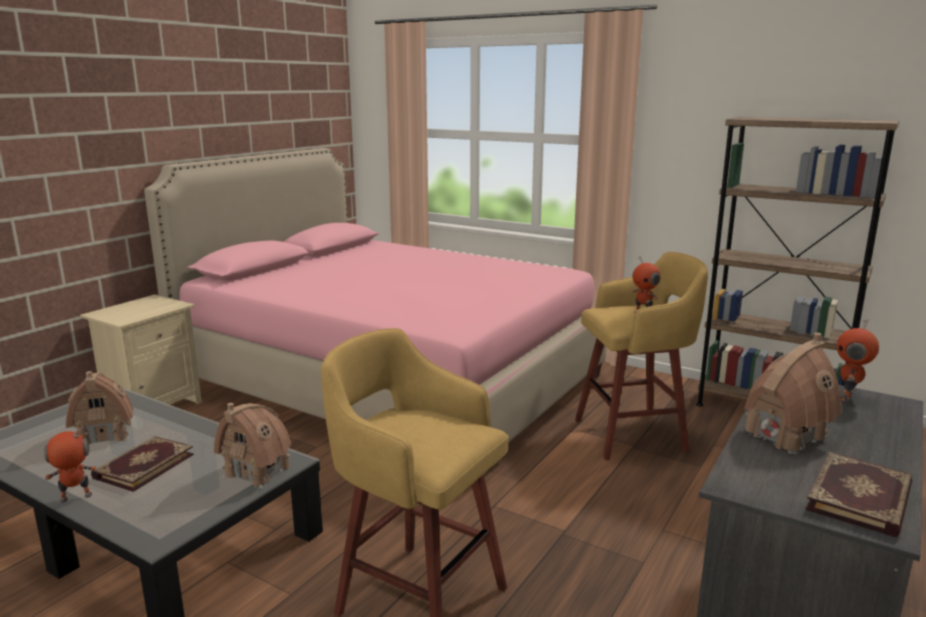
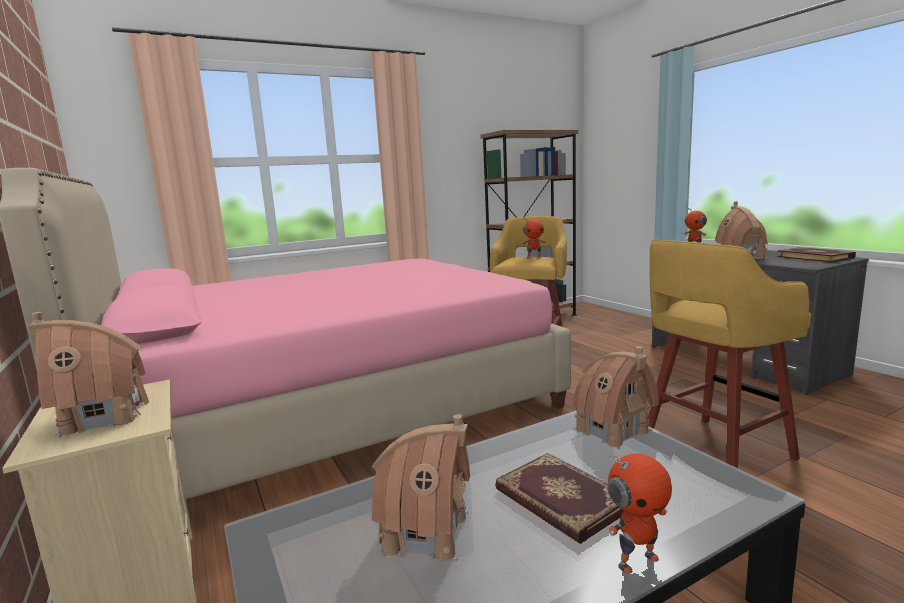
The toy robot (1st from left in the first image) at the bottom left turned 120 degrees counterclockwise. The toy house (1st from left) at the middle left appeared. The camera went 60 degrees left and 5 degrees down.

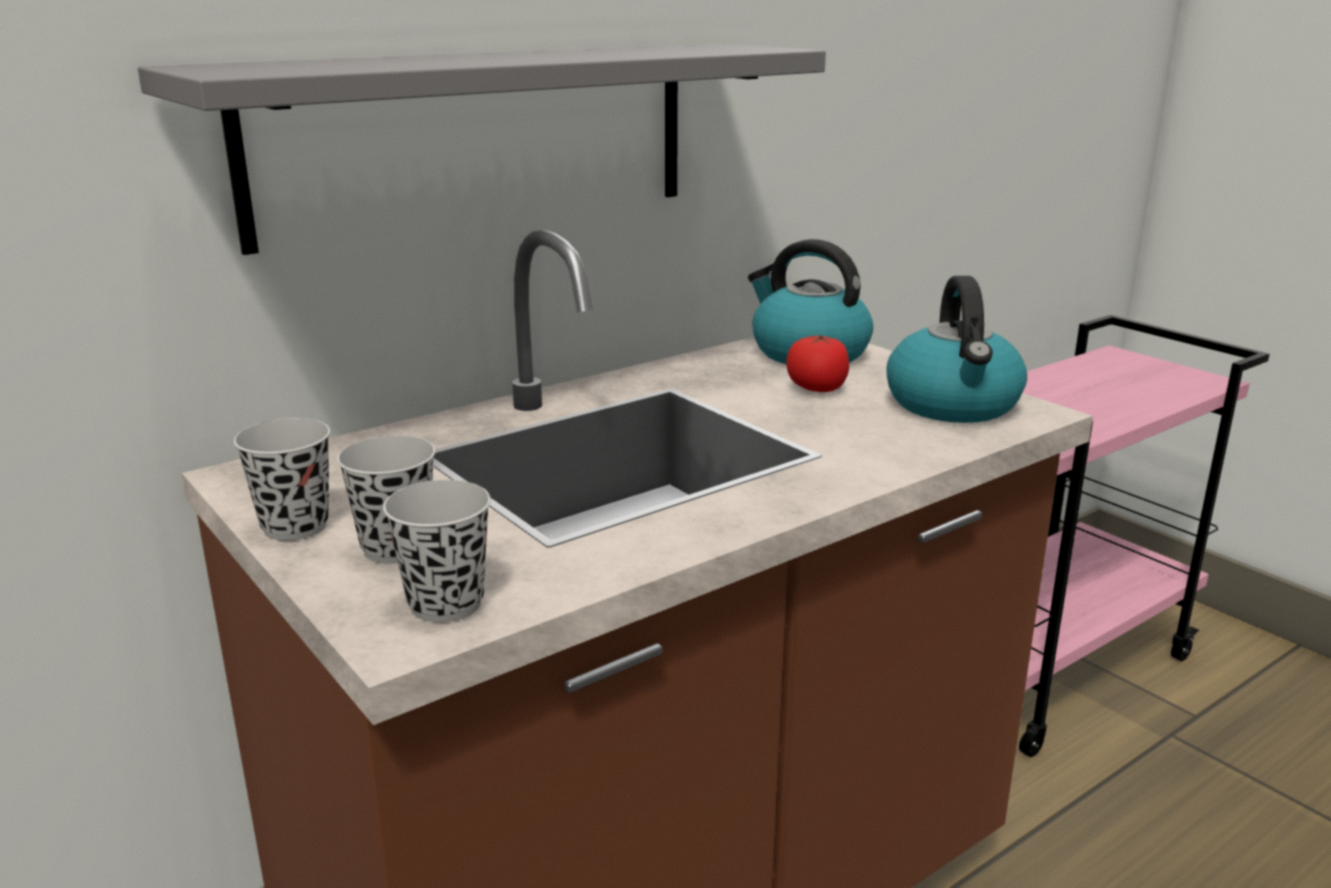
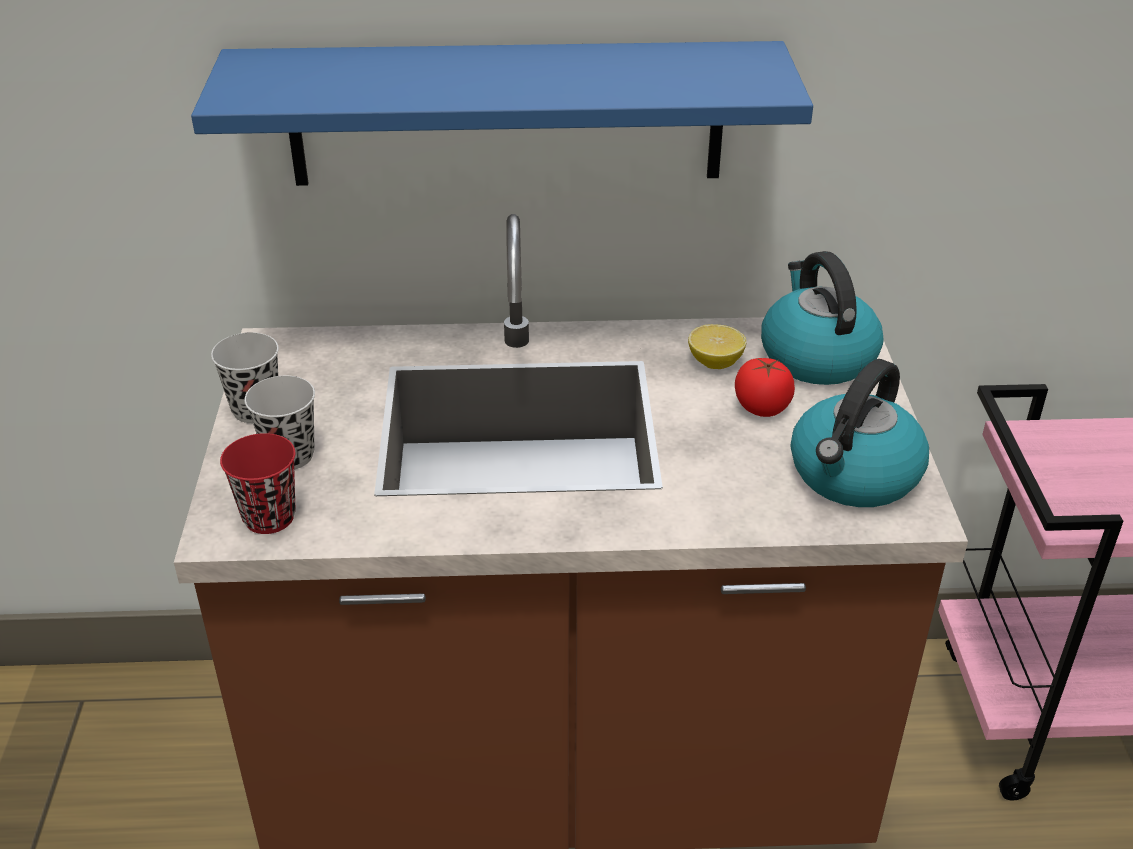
The grey shelf at the top centre became the blue shelf at the top centre. The black cup (3rd from left) at the middle left became the red cup at the middle left. The lemon at the centre appeared. The camera went 35 degrees right and 15 degrees up.

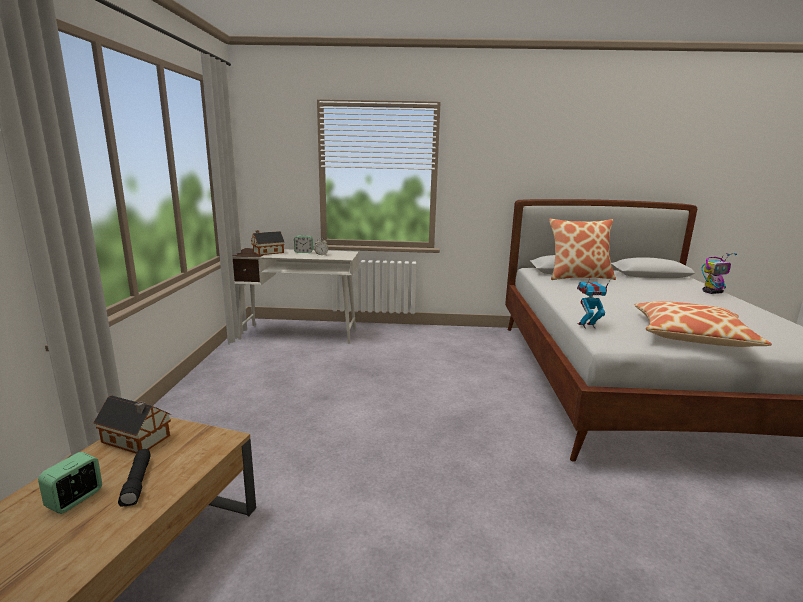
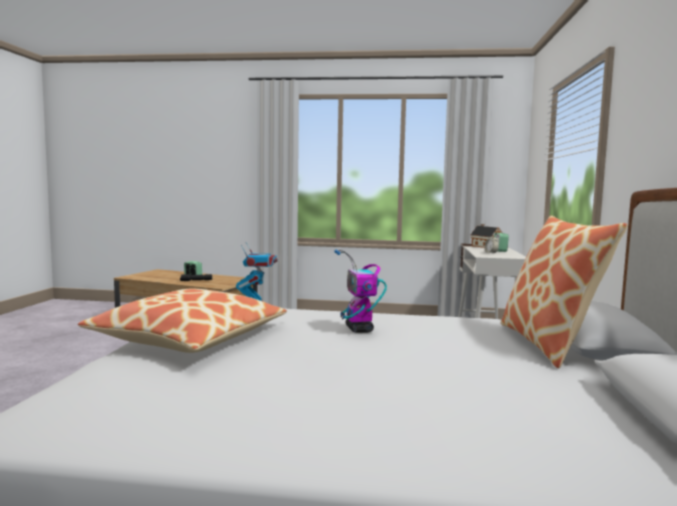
The toy robot (2nd from left) moved from the middle right to the centre. The toy house (1st from left) at the bottom left disappeared. The camera went 95 degrees right and 10 degrees down.

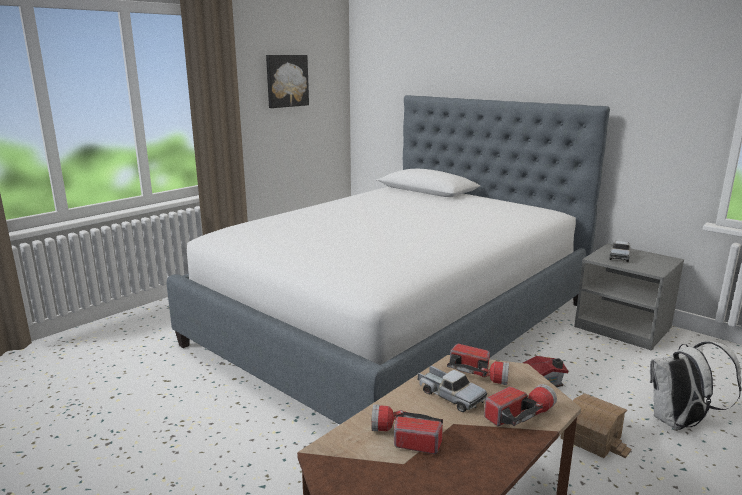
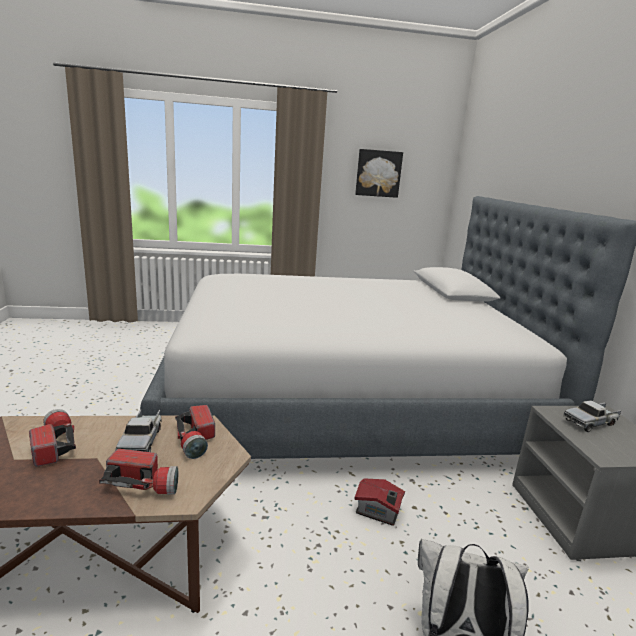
The toy house (2nd from left) at the bottom right disappeared. The camera went 40 degrees right and 0 degrees up.

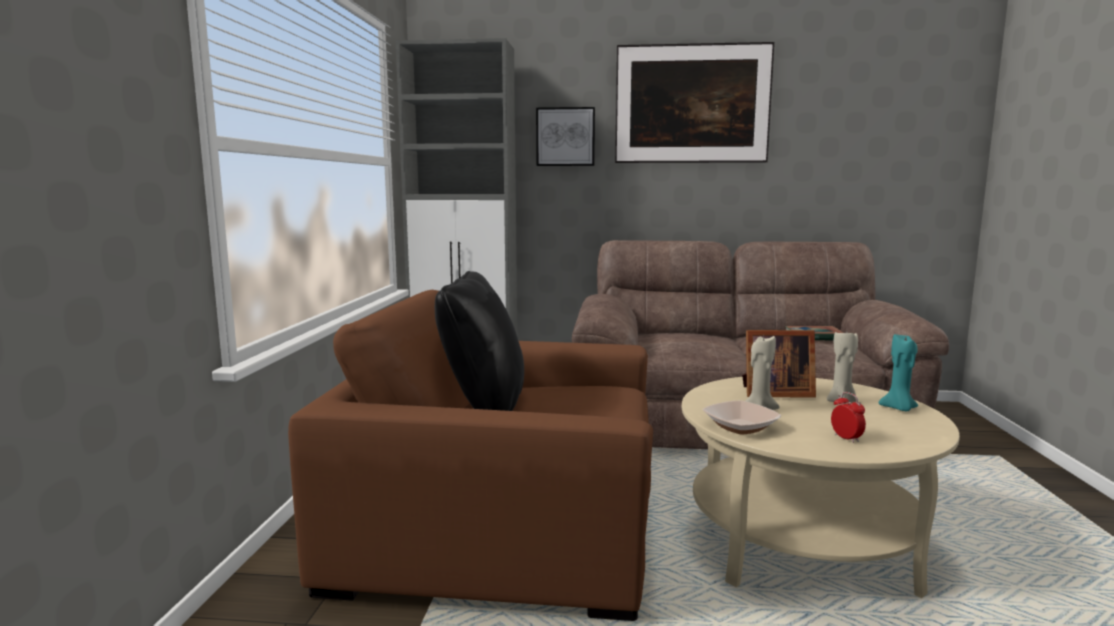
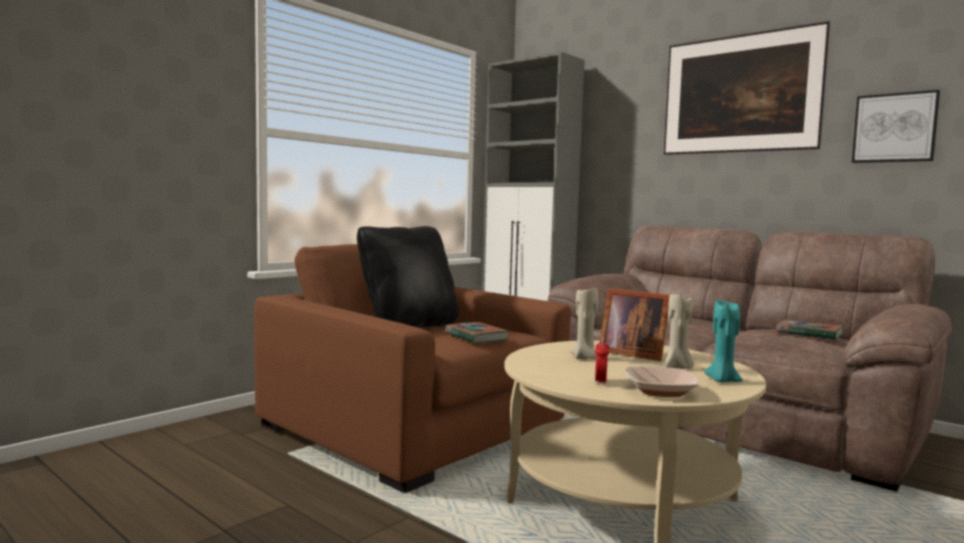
The picture (1st from left in the first image) moved from the top centre to the top right. The bowl moved from the centre to the bottom right. The book (1st from left) at the centre appeared. The camera went 35 degrees right and 5 degrees down.

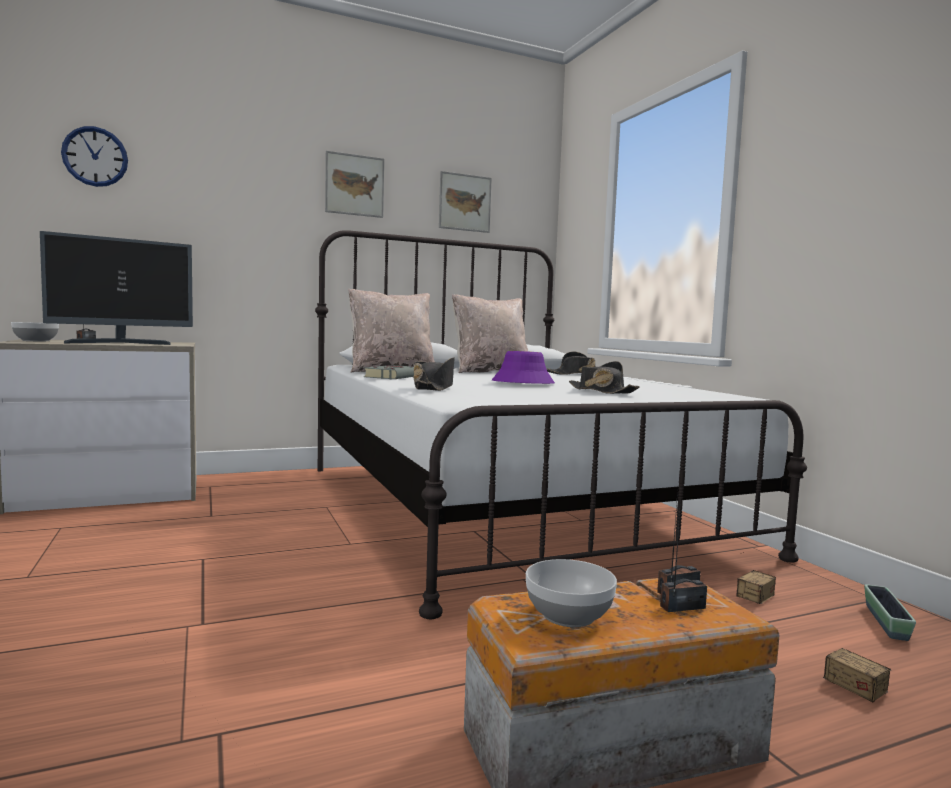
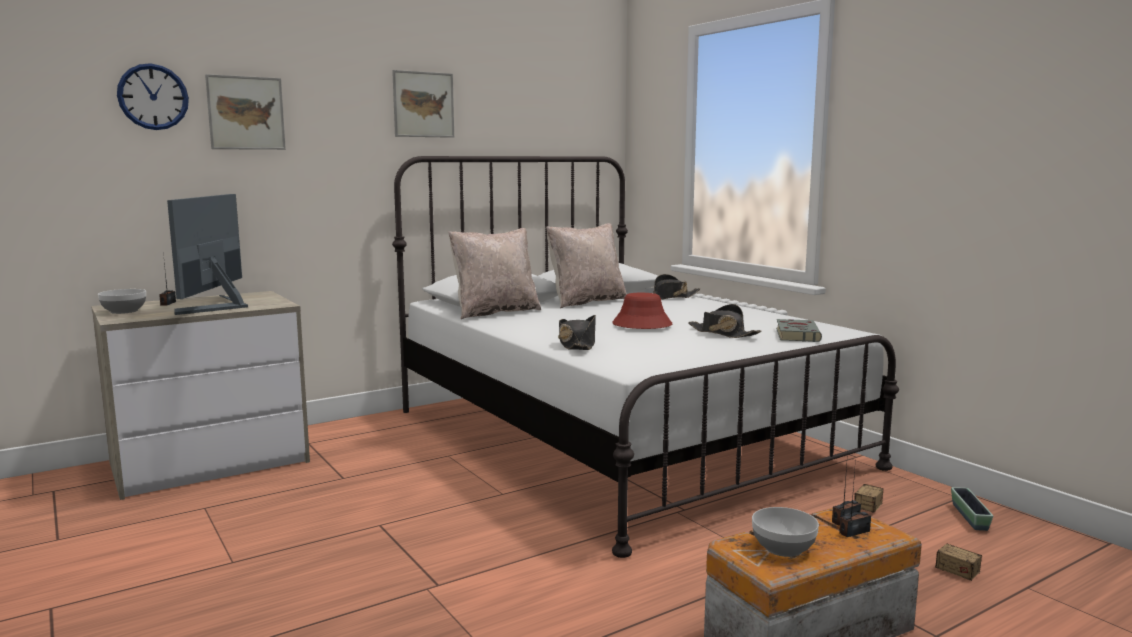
The picture (2nd from left in the first image) moved from the top centre to the top left. The monitor at the middle left turned 135 degrees clockwise. The purple hat at the centre became the red hat at the centre. The grey book moved from the centre to the middle right. The camera went 10 degrees left and 5 degrees up.

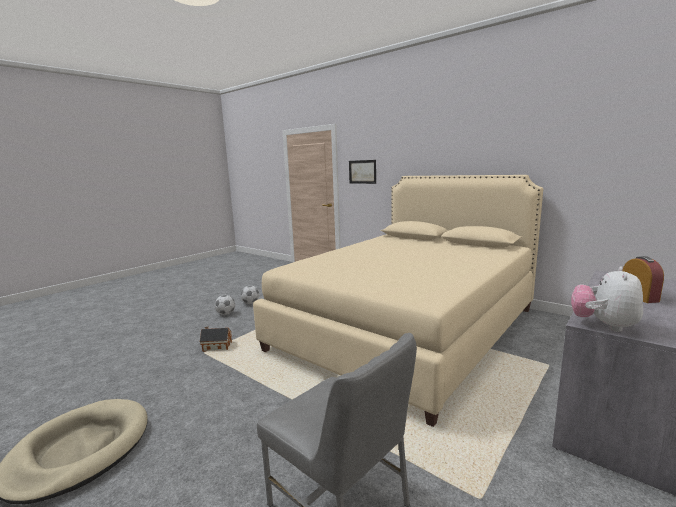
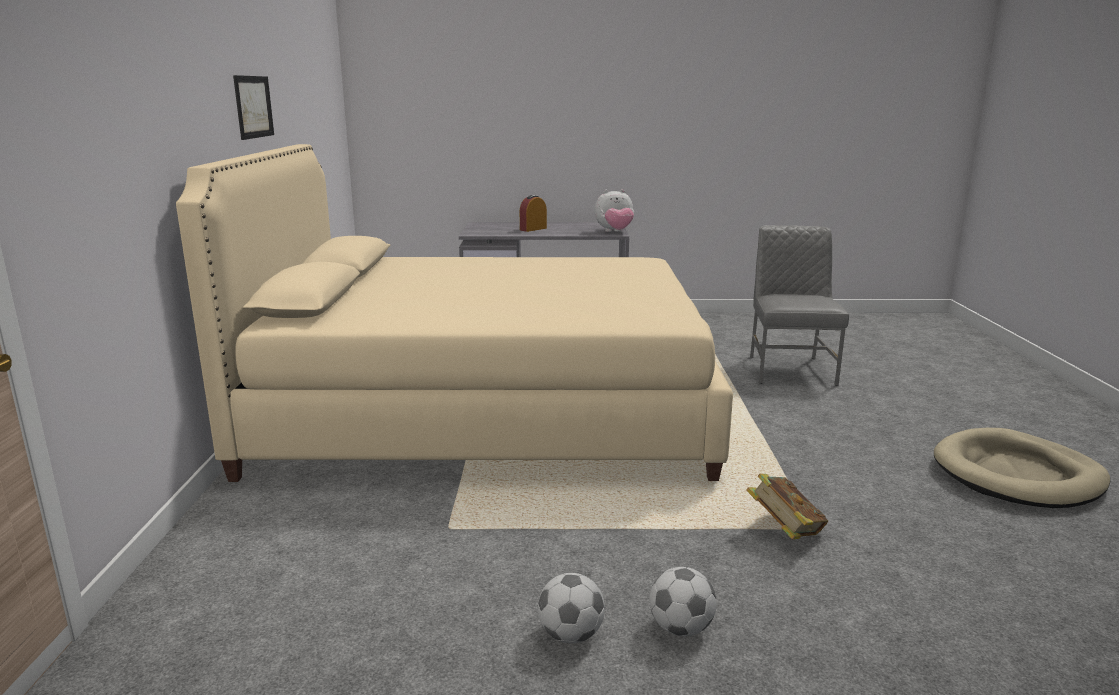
The picture moved from the centre to the top left. The toy house at the bottom left was replaced by the book at the bottom right. The camera went 130 degrees left and 5 degrees up.

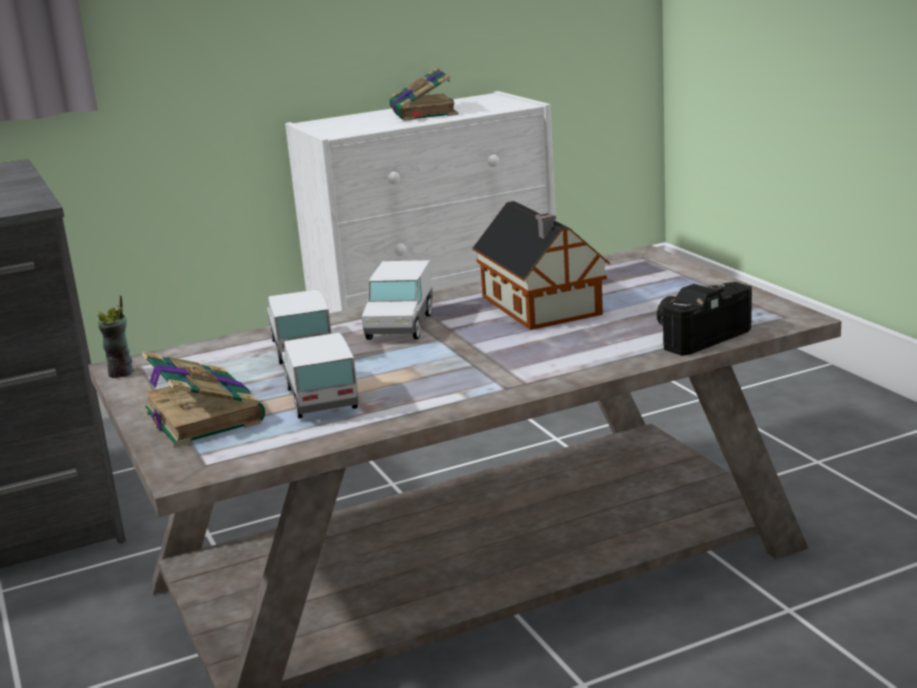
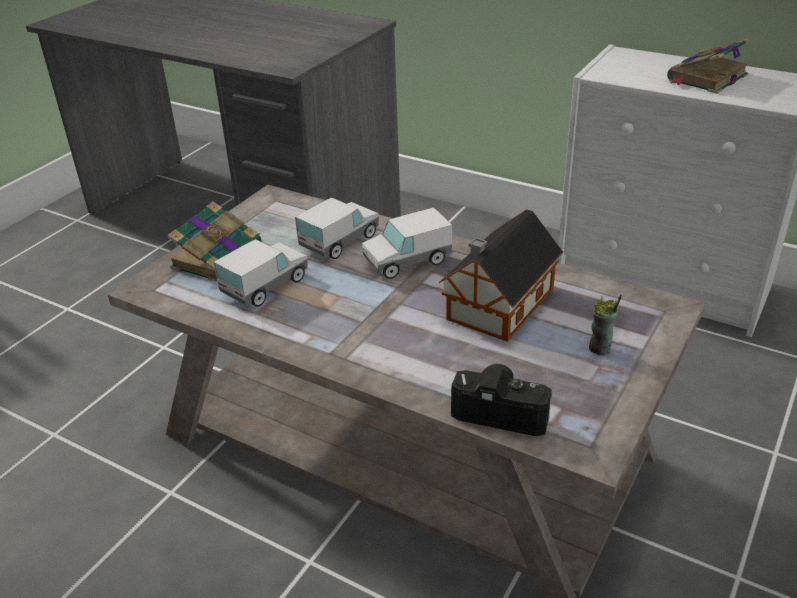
The cup moved from the middle left to the middle right. The camera went 55 degrees right and 15 degrees up.

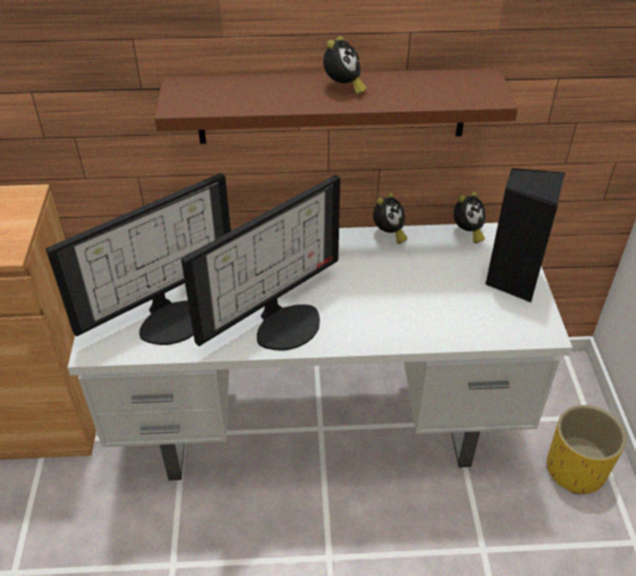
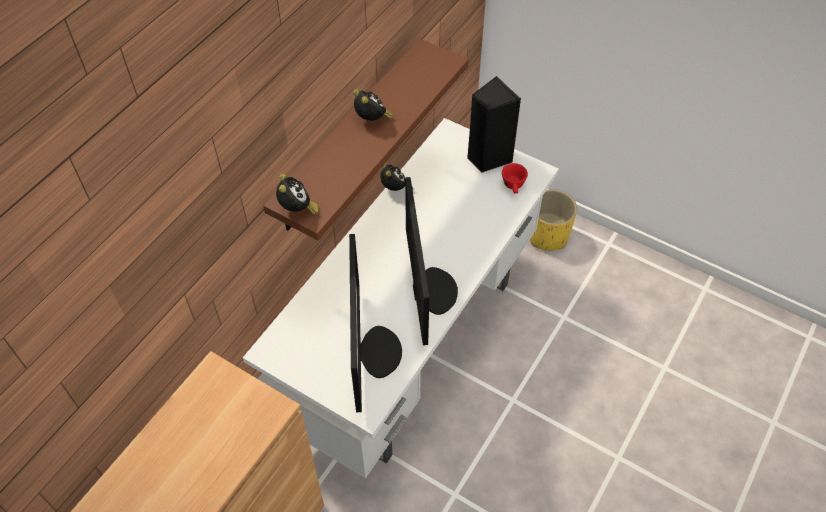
The alarm clock (3rd from left in the first image) moved from the middle right to the centre. The red cup at the centre appeared. The camera went 55 degrees left and 10 degrees up.

